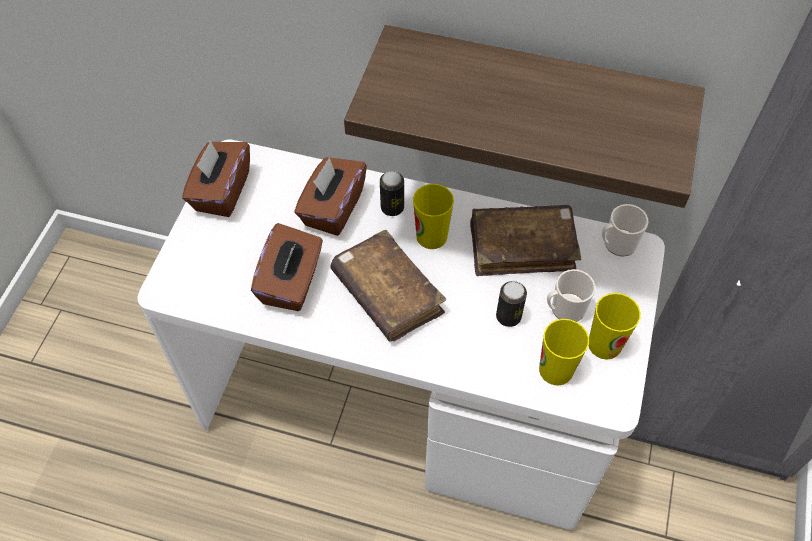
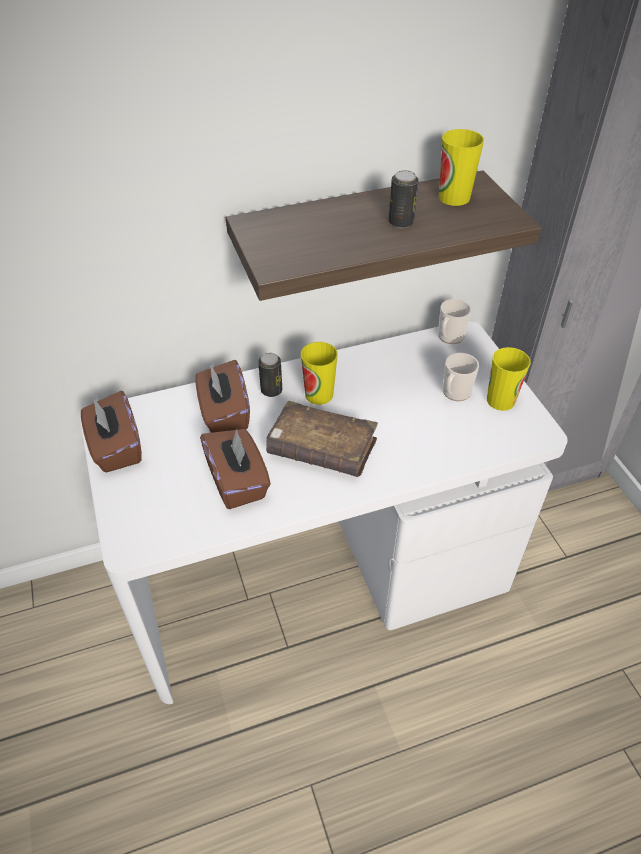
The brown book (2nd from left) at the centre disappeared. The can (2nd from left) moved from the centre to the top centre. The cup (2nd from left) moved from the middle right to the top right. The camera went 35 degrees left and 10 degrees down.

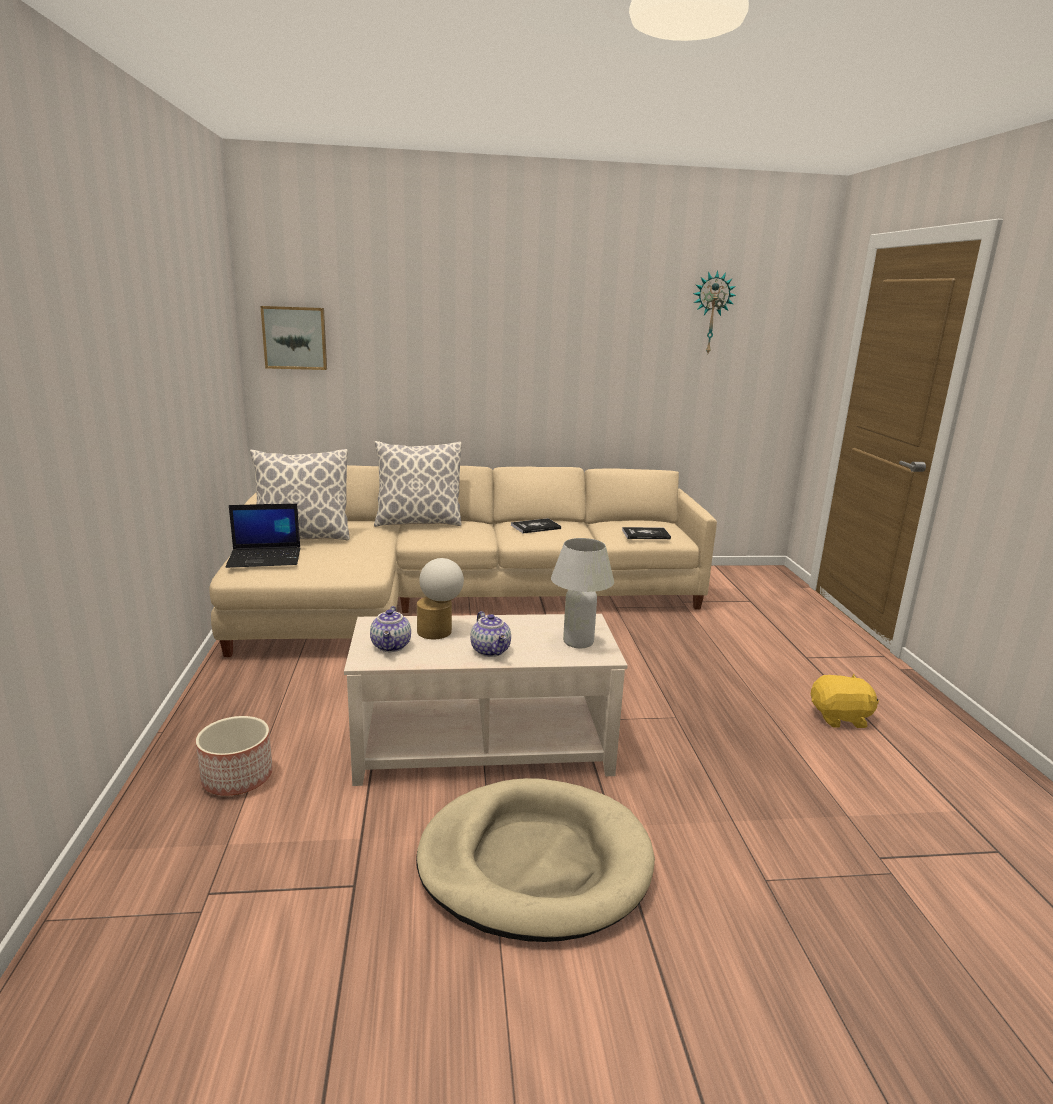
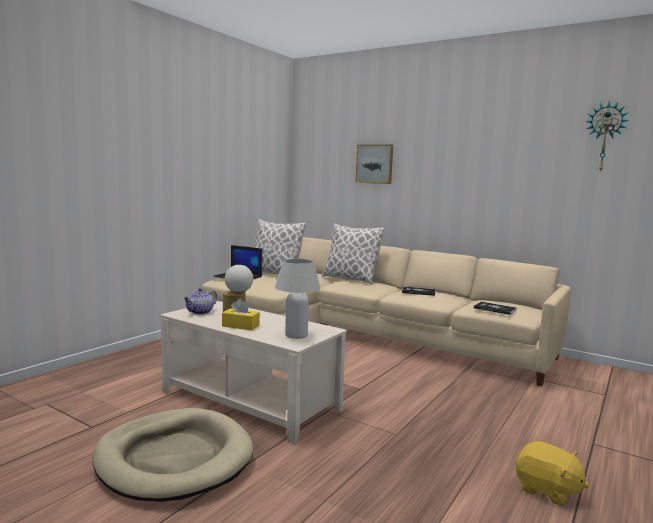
The picture moved from the top left to the top centre. The teapot (2nd from left) at the centre was replaced by the yellow tissue box at the centre. The planter at the bottom left disappeared. The camera went 40 degrees right and 10 degrees down.

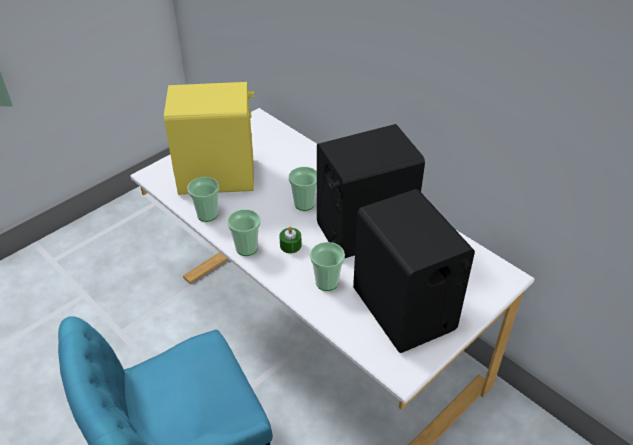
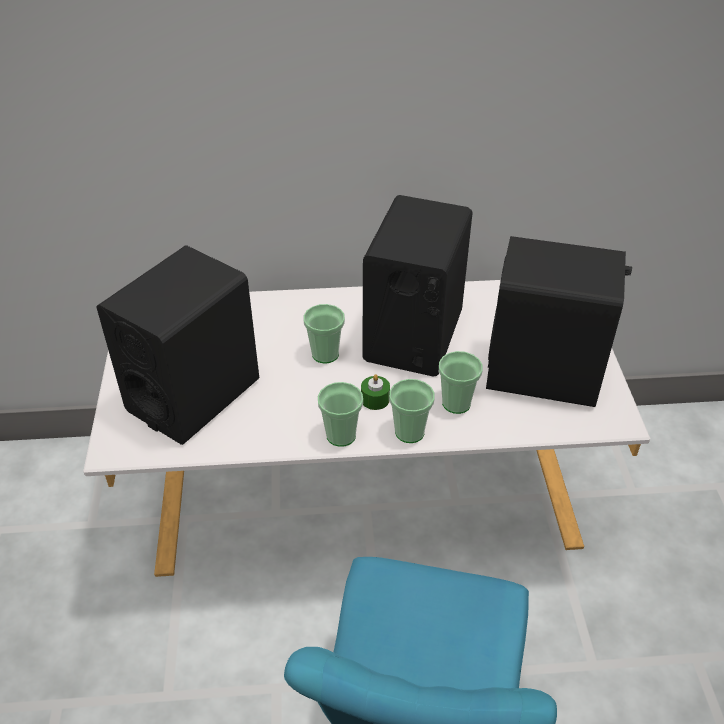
The yellow speaker at the top left became the black speaker (1st from left) at the middle left. The cup (1st from left in the first image) moved from the middle left to the centre. The camera went 50 degrees left and 0 degrees up.

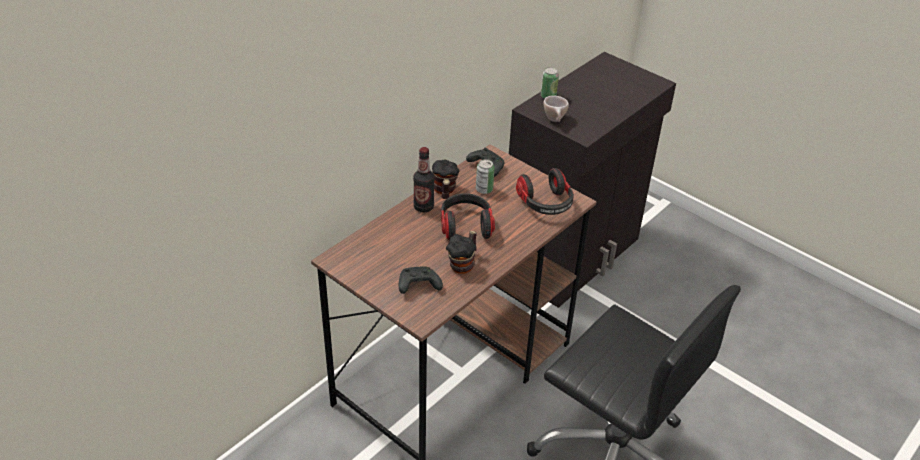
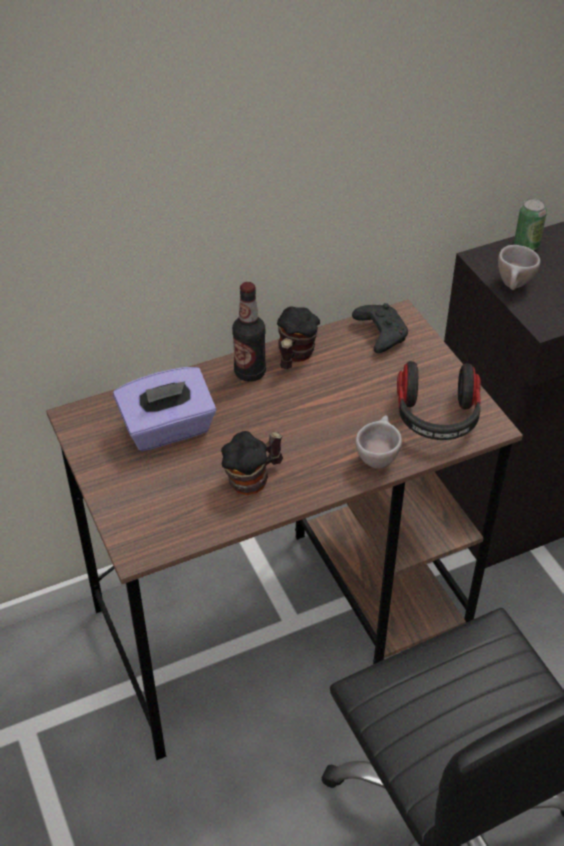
The can (1st from left) at the centre disappeared. The headphones (1st from left) at the centre disappeared. The black game controller (1st from left) at the centre disappeared. The purple tissue box at the middle left appeared. The beige cup (1st from left) at the middle right appeared. The camera went 25 degrees right and 5 degrees up.

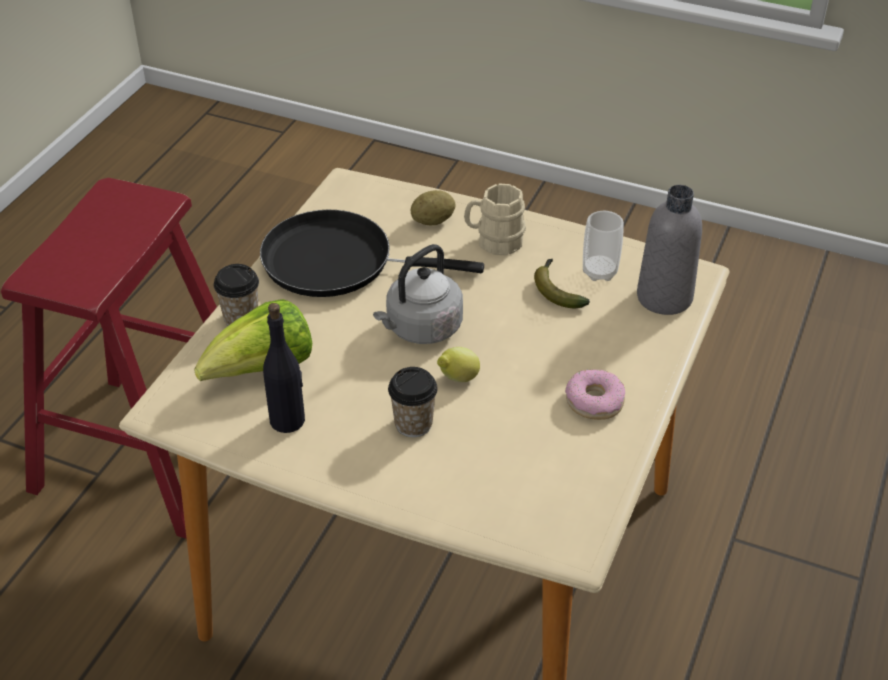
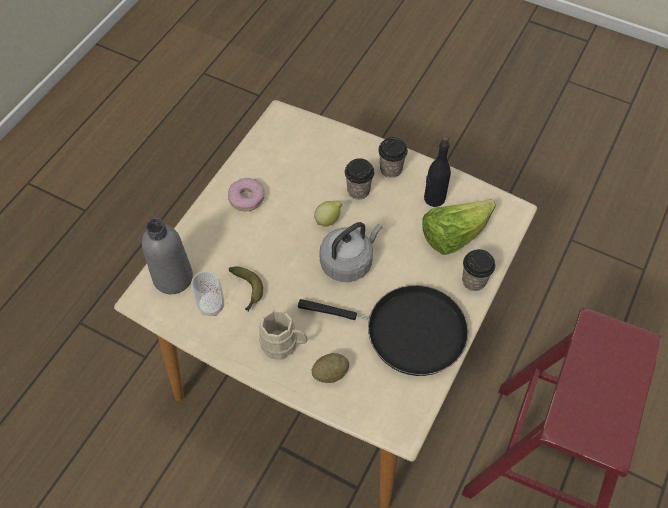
The cup (3rd from left) at the top centre appeared. The camera went 175 degrees left and 15 degrees up.

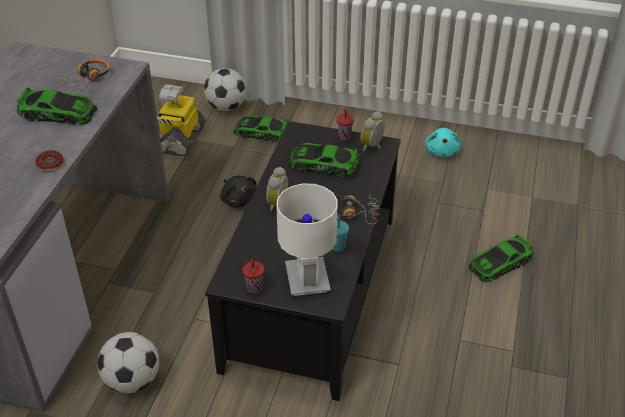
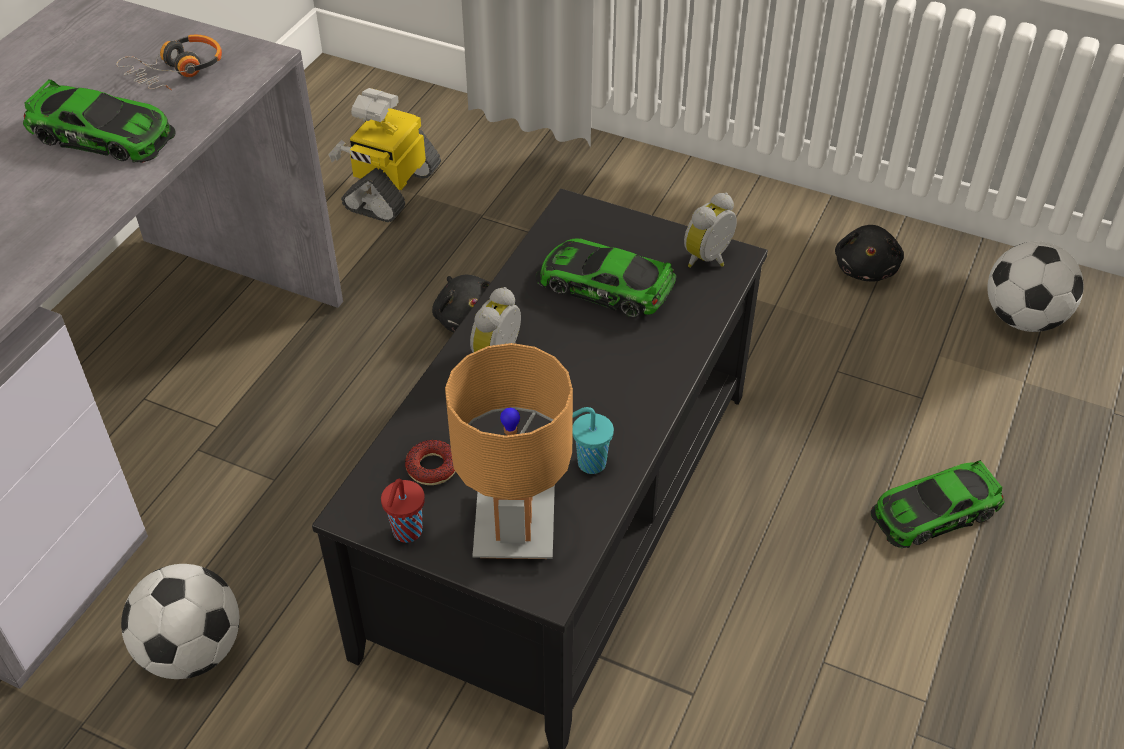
The football (2nd from left) moved from the top centre to the middle right. The red cup (2nd from left) at the top centre disappeared. The toy car (2nd from left) at the top centre disappeared. The turquoise plush toy at the middle right became the black plush toy (2nd from left) at the middle right. The donut moved from the middle left to the centre. The white table lamp at the centre became the brown table lamp at the centre. The headphones (2nd from left) at the centre disappeared. The camera went 10 degrees right and 5 degrees up.

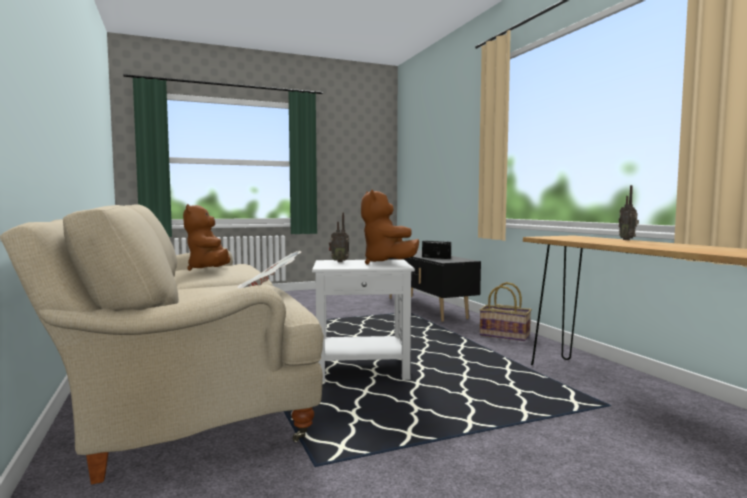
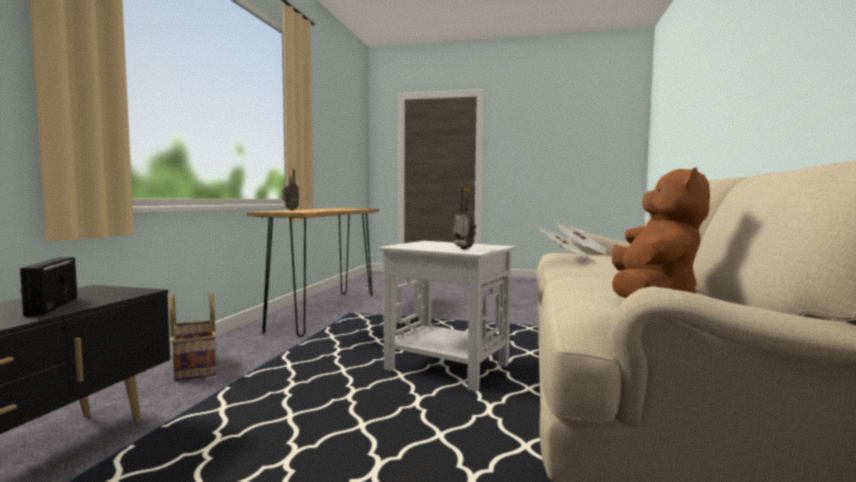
The brown plush toy (2nd from left) at the centre disappeared. The camera went 145 degrees left and 0 degrees up.

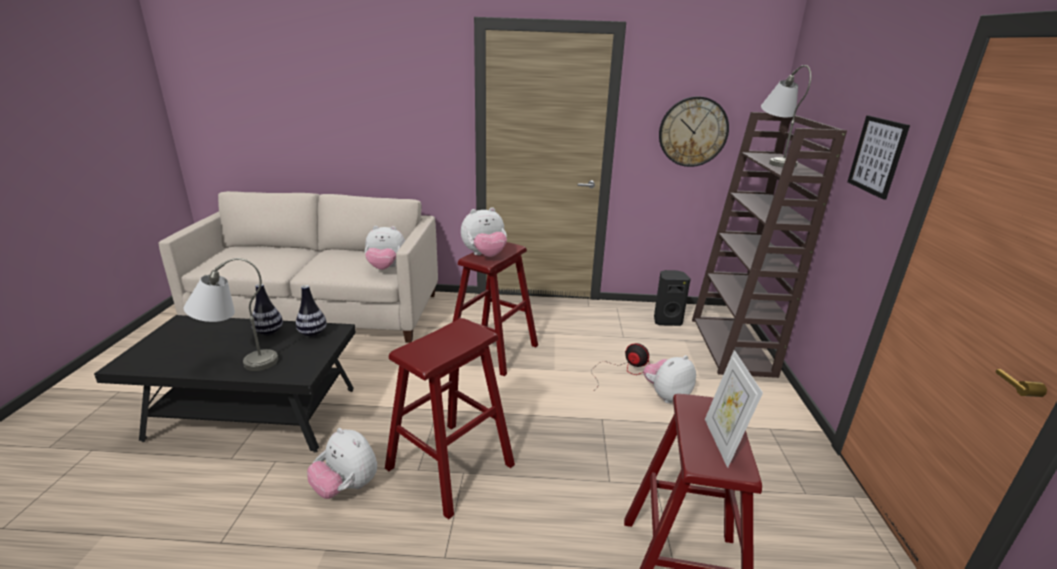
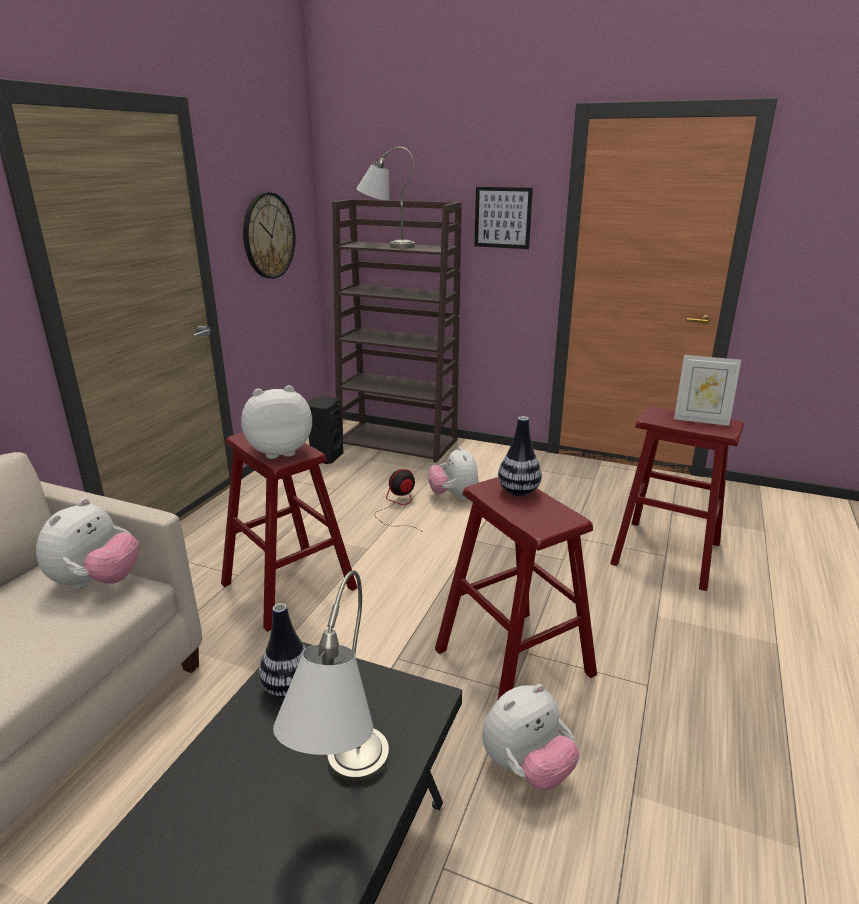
The plush toy (3rd from left in the first image) at the centre turned 105 degrees counterclockwise. The vase (1st from left in the first image) moved from the middle left to the centre. The camera went 70 degrees left and 0 degrees up.

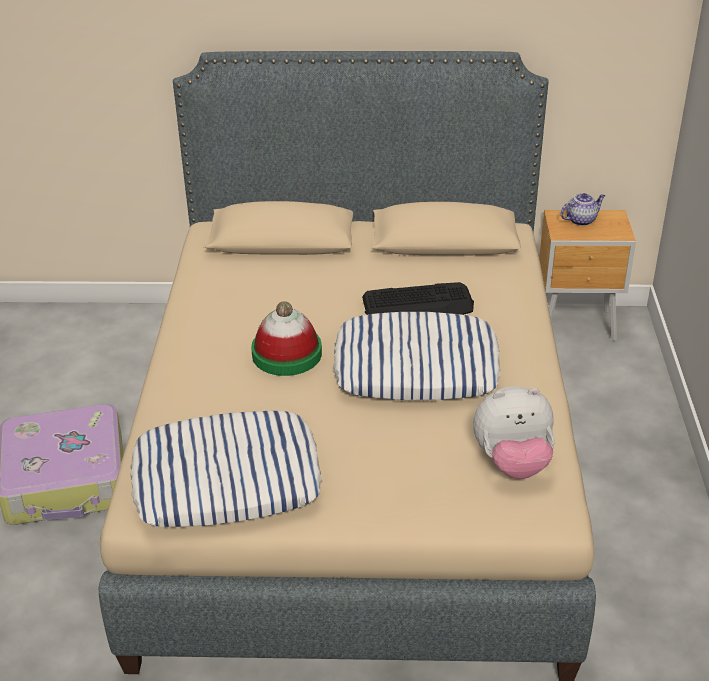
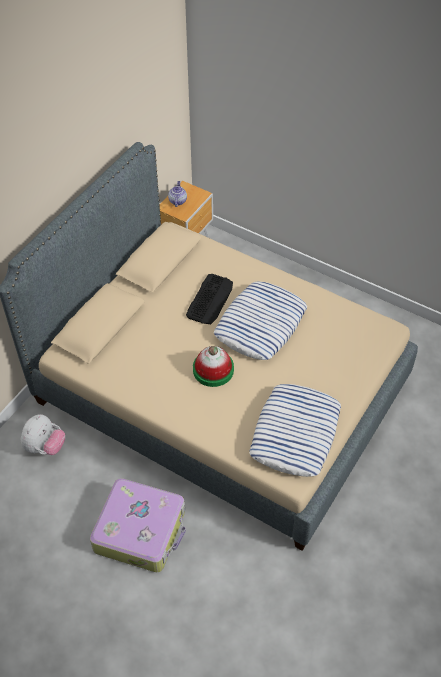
The plush toy moved from the middle right to the middle left. The camera went 60 degrees left and 15 degrees up.

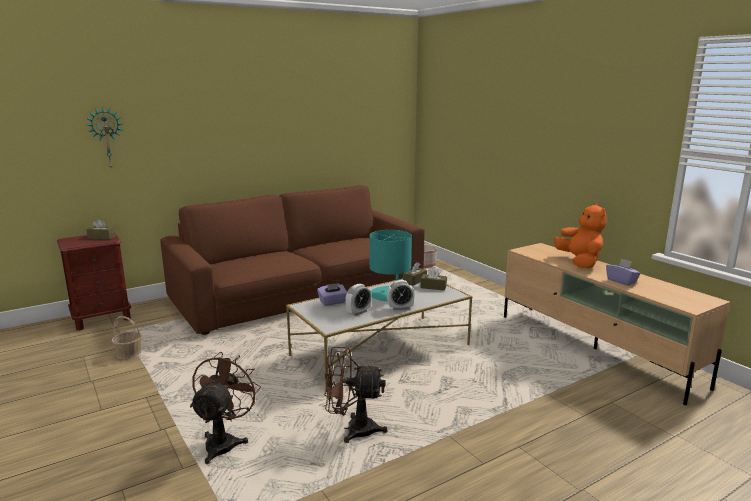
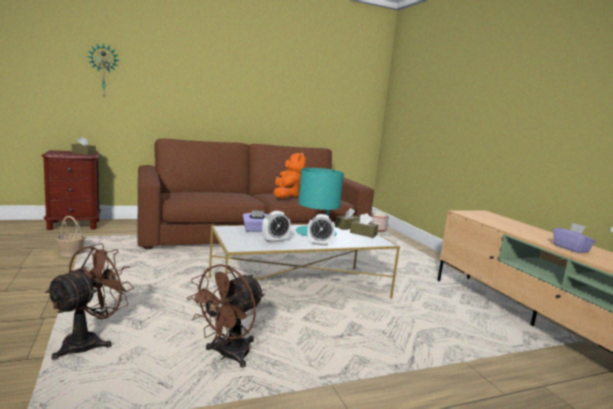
The orange plush toy moved from the middle right to the centre. The brown fan (2nd from left) at the bottom centre turned 75 degrees counterclockwise. The camera went 10 degrees right and 5 degrees down.

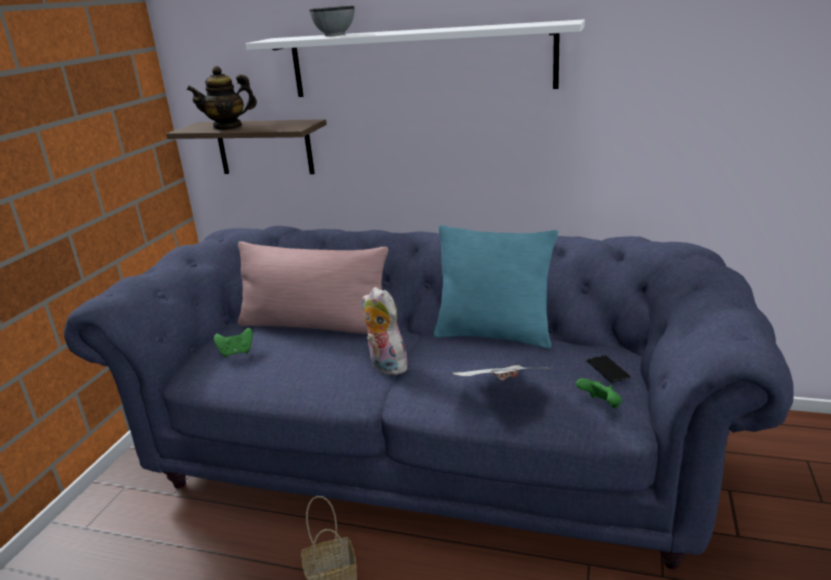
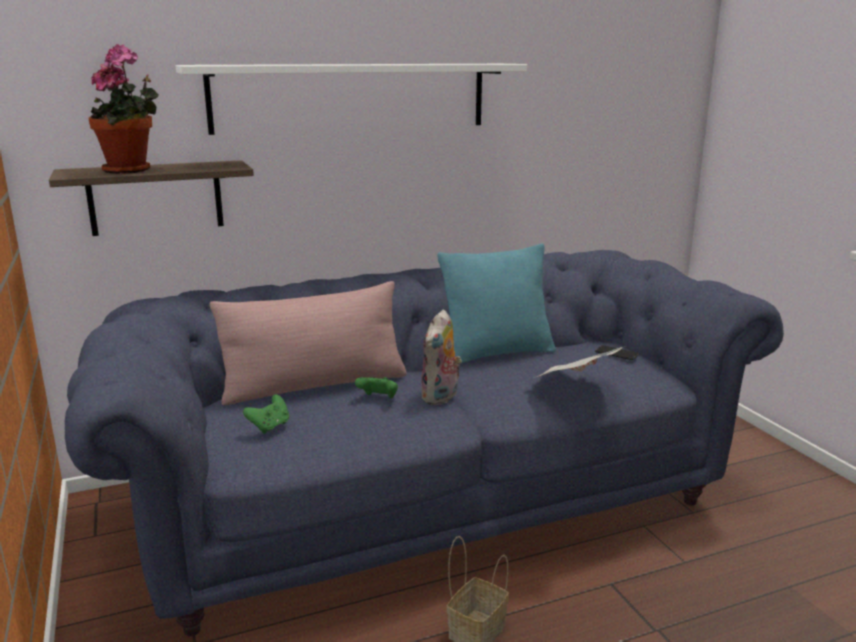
The grey bowl at the top centre disappeared. The teapot at the top left was replaced by the potted plant at the top left. The plush toy at the centre turned 75 degrees counterclockwise. The green game controller (2nd from left) moved from the bottom right to the centre. The camera went 40 degrees left and 5 degrees down.

